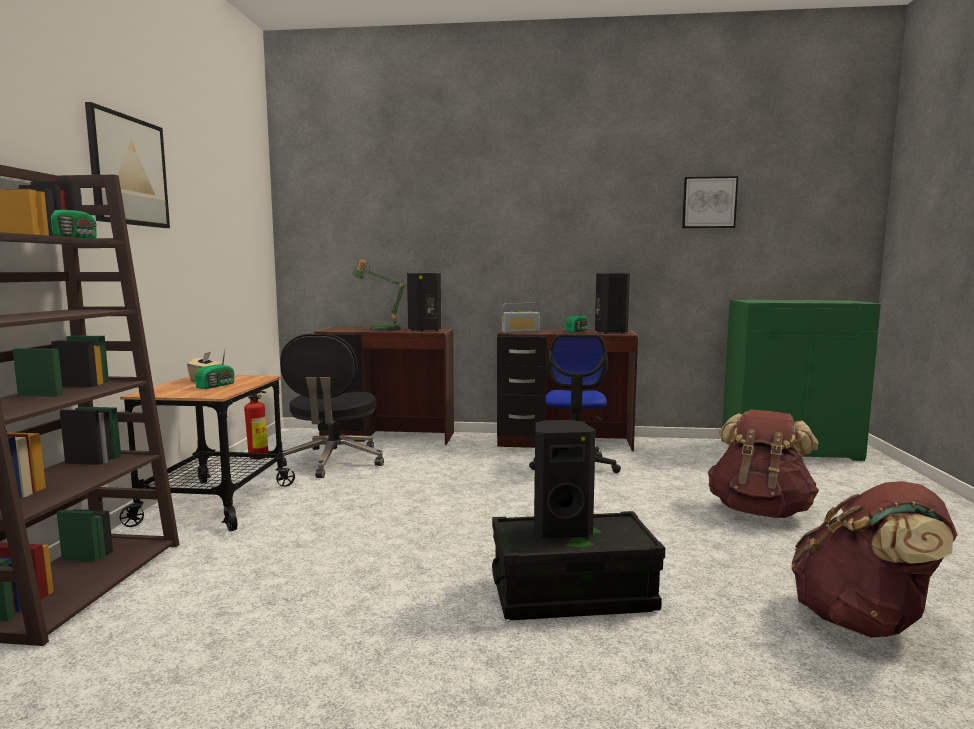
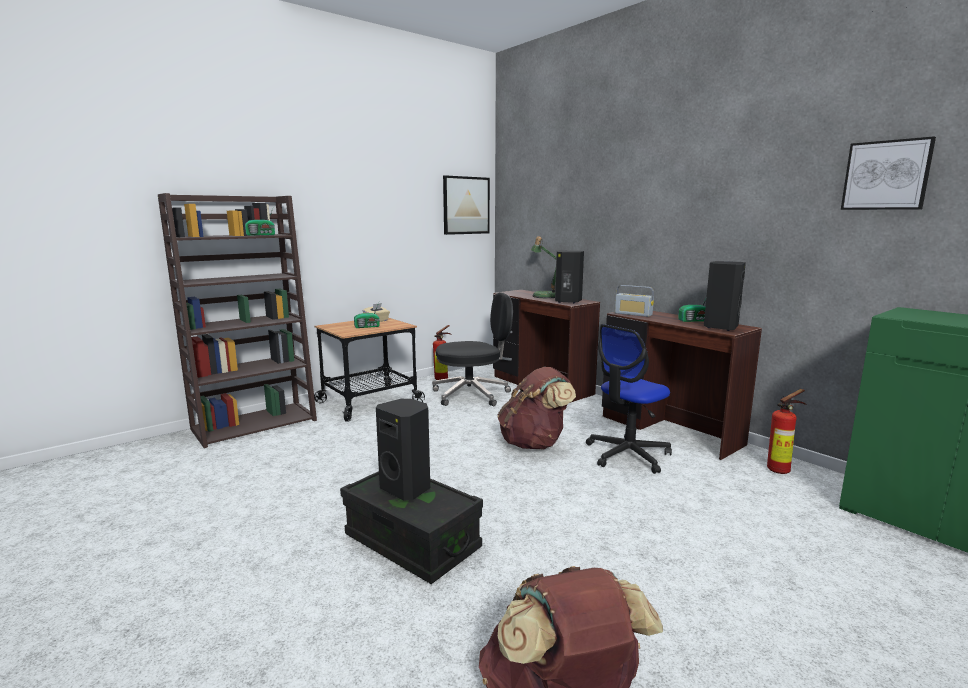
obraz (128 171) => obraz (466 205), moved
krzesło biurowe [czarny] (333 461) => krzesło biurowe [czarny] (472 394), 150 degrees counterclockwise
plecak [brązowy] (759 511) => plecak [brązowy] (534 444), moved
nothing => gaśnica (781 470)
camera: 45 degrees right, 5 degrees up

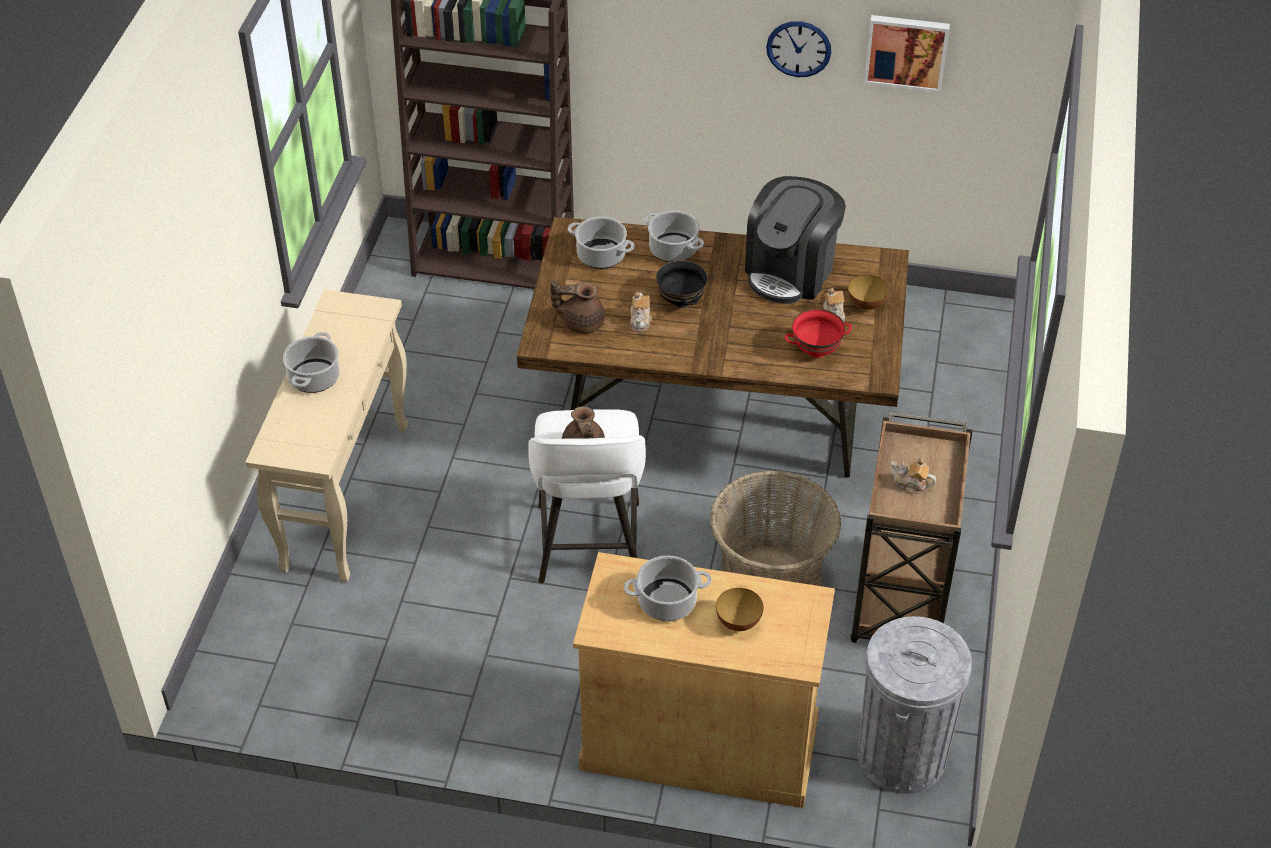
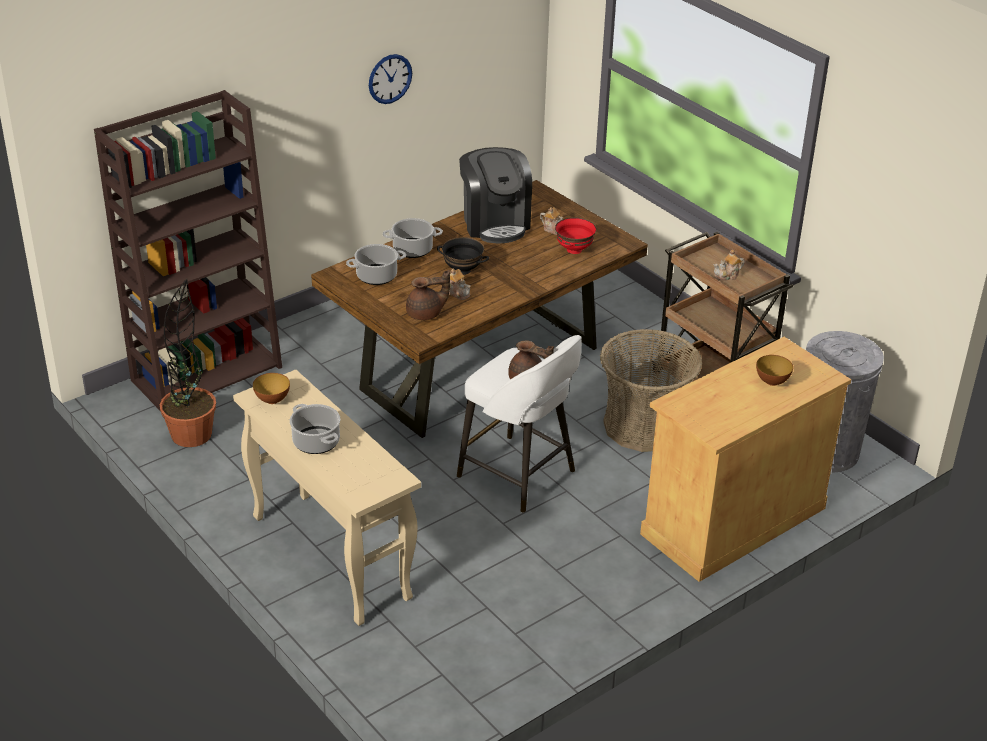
imbryk [brązowy] (581 322) => imbryk [brązowy] (426 314), 150 degrees counterclockwise
garnek (668 601) => nothing
miska (866 304) => miska (272 400), moved
obraz (906 51) => nothing
nothing => roślina doniczkowa (191 435)
camera: 50 degrees left, 10 degrees down

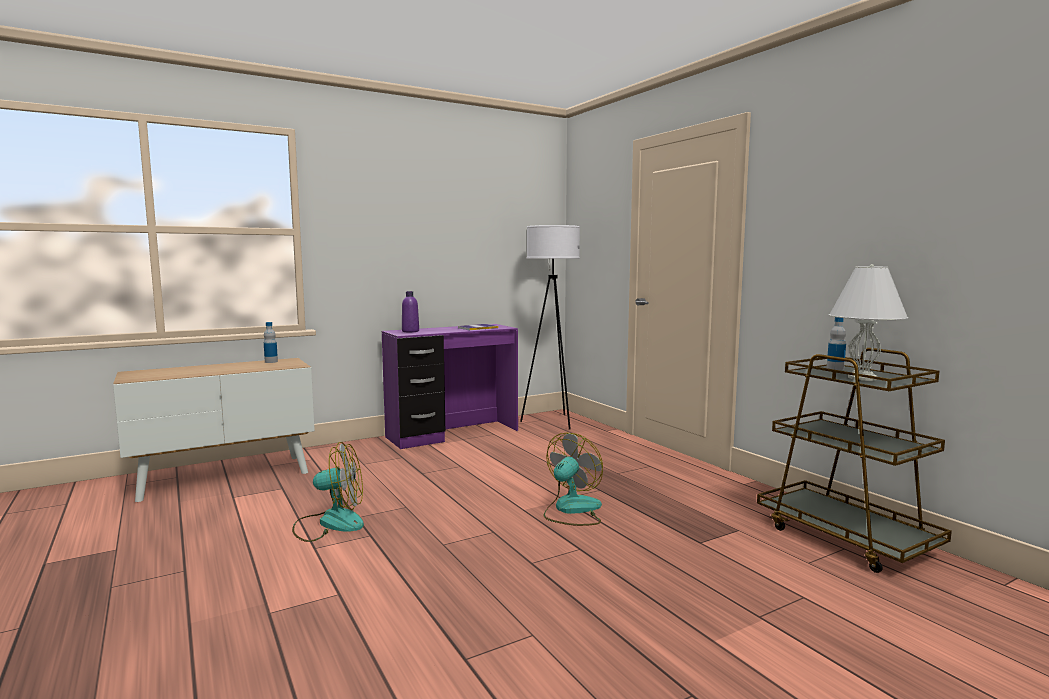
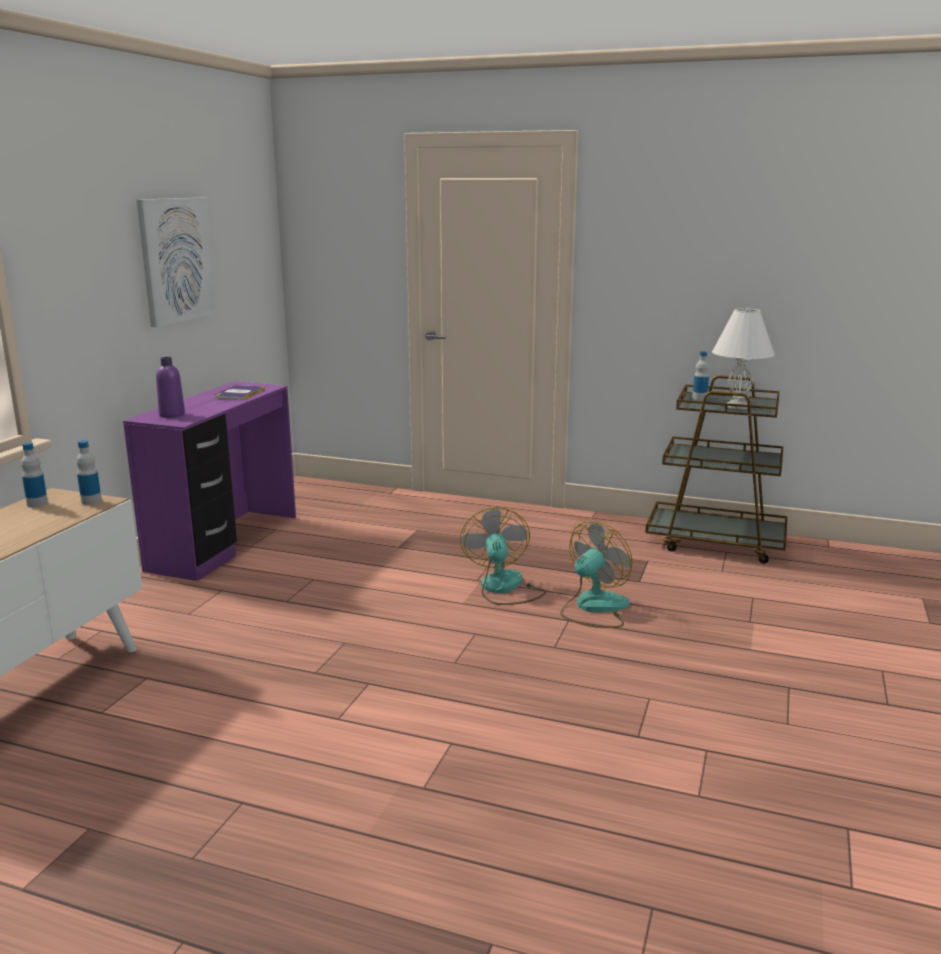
wentylator (330 523) => wentylator (594 608), moved
lampa stojąca [biały] (551 422) => nothing
nothing => butelka (91 501)
nothing => obraz (176 260)
camera: 40 degrees left, 10 degrees up

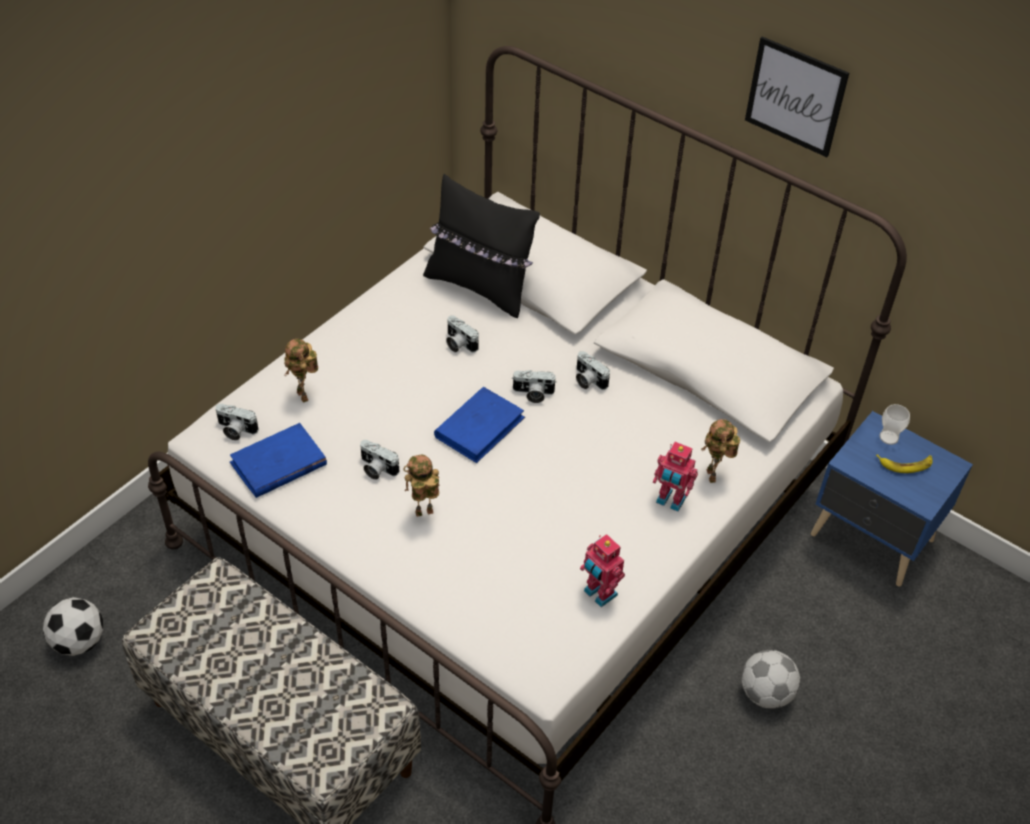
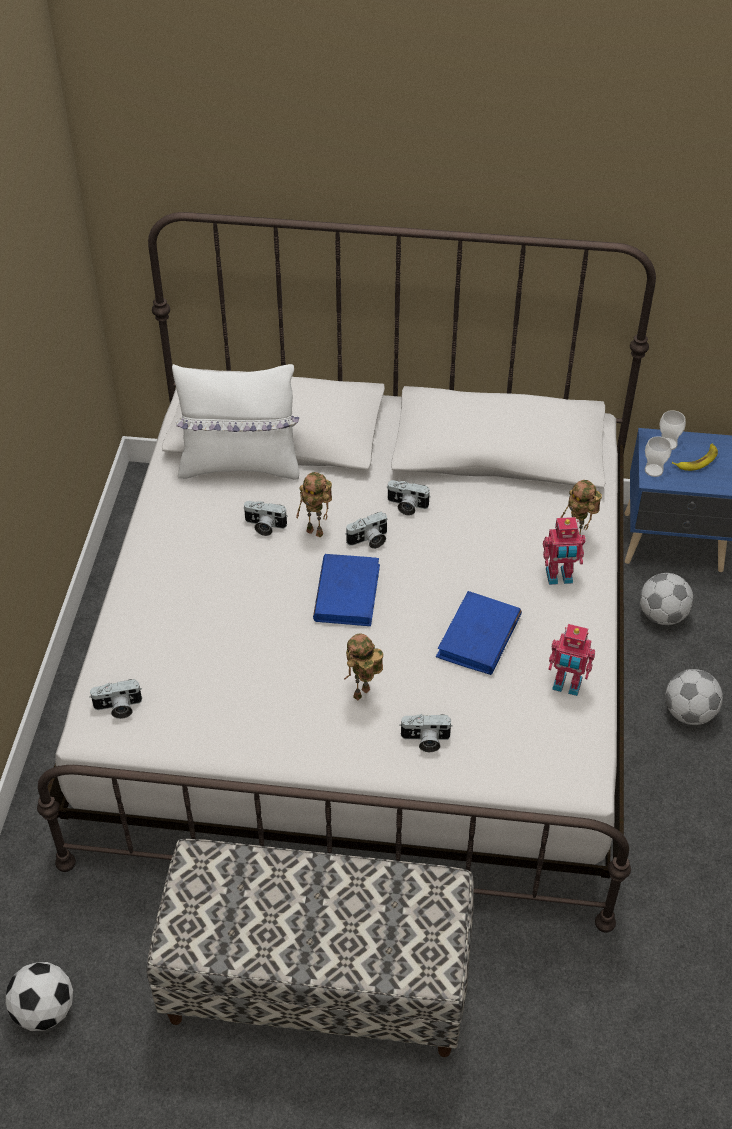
książka [niebieski] (278 464) => książka [niebieski] (478 637), moved
robot zabawkowy (305 396) => robot zabawkowy (317 532), moved
aparat fotograficzny (376 469) => aparat fotograficzny (425 740), moved
poduszka [czarny] (480 287) => poduszka [biały] (240 465)
obraz (795 96) => nothing
nothing => piłka futbolowa (662 616)
nothing => filiżanka (653 470)
camera: 30 degrees left, 0 degrees up

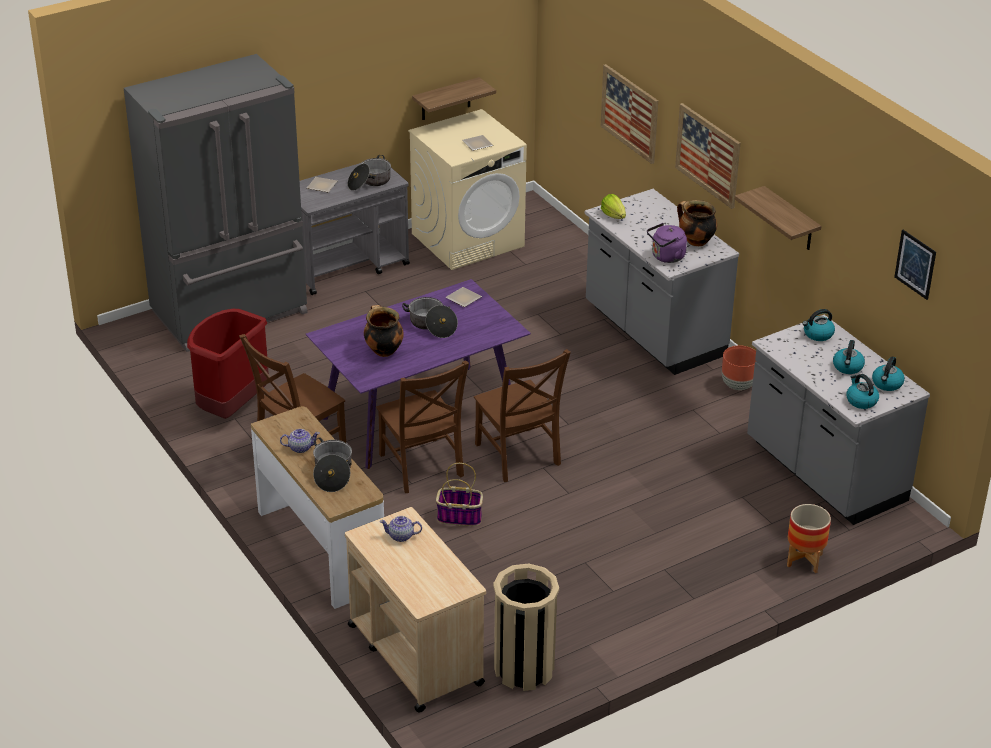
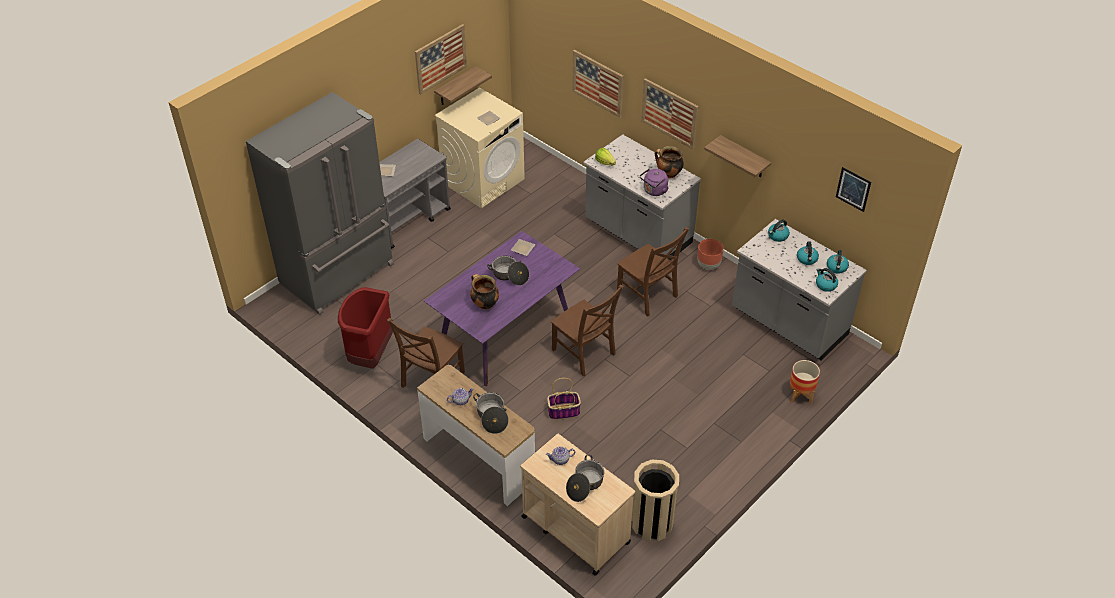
garnek (369 182) => garnek (585 485), moved
krzesło [brązowy] (422 468) => krzesło [brązowy] (648 296), moved
nothing => obraz (440 58)
camera: 15 degrees left, 10 degrees up

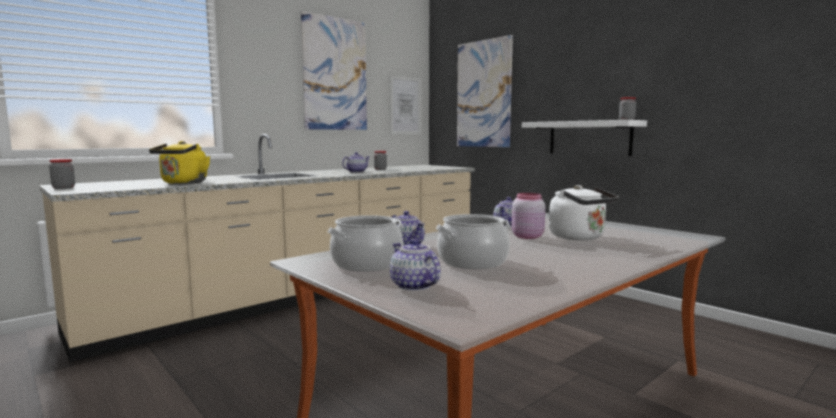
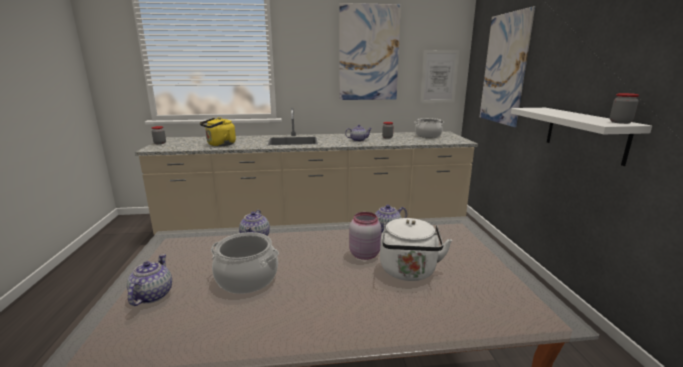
garnek (367 264) => garnek (428 136), moved
camera: 35 degrees right, 10 degrees up

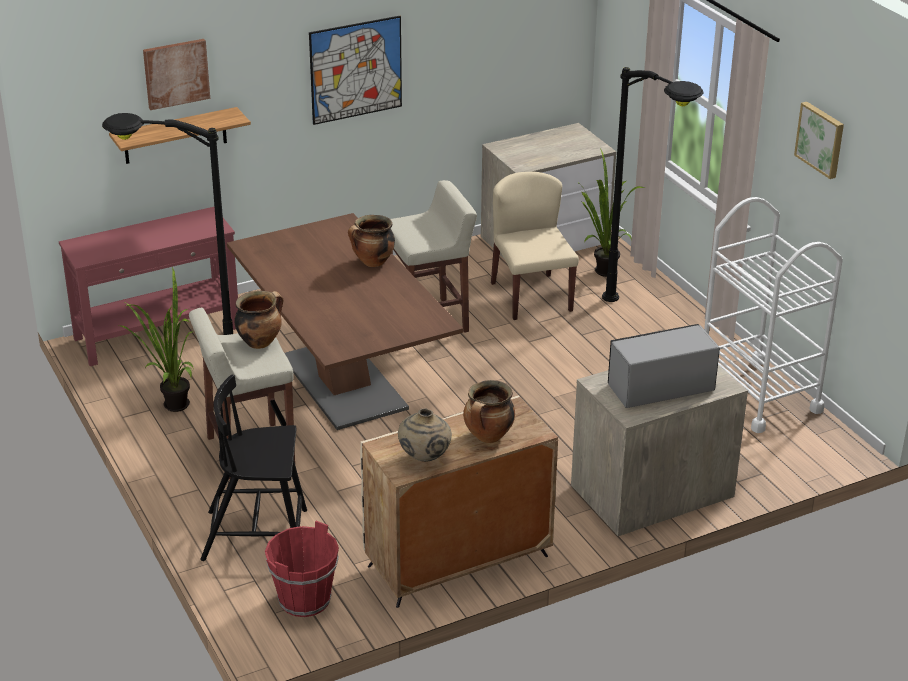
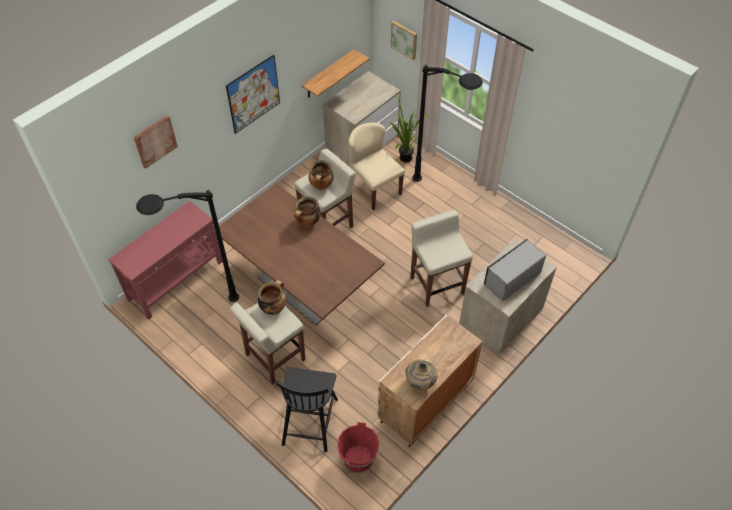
półka (175 136) => półka (328 74), moved
roślina doniczkowa (170 406) => nothing
krzesło [czarny] (257 535) => krzesło [czarny] (310 420), 60 degrees counterclockwise
garnek (488 437) => garnek (321 186), moved
wózek [biały] (758 394) => nothing
obraz (821 139) => obraz (404 39), moved
nothing => stołek [beżowy] (436 284)
camera: 20 degrees left, 20 degrees up

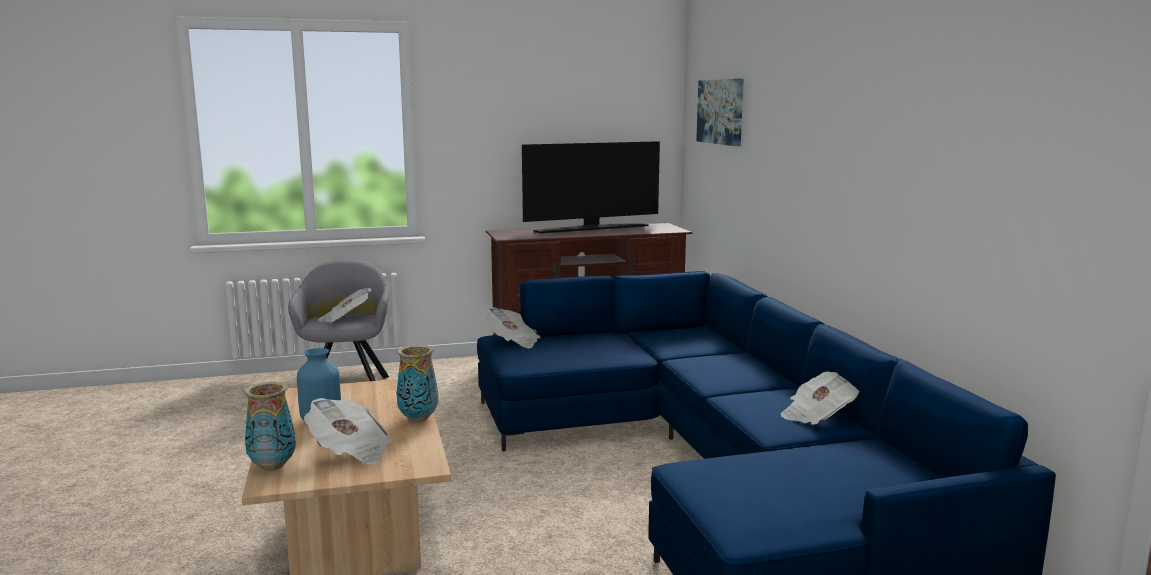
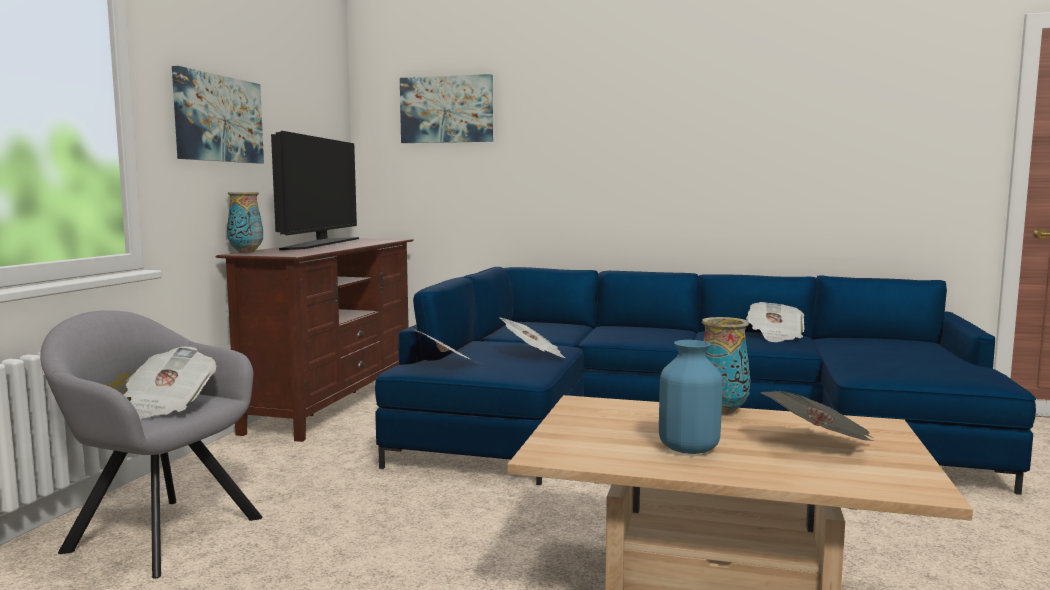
wazon (273 466) => wazon (246 252), moved
nothing => obraz (218 119)
nothing => gazeta (533 355)
camera: 60 degrees left, 5 degrees down

